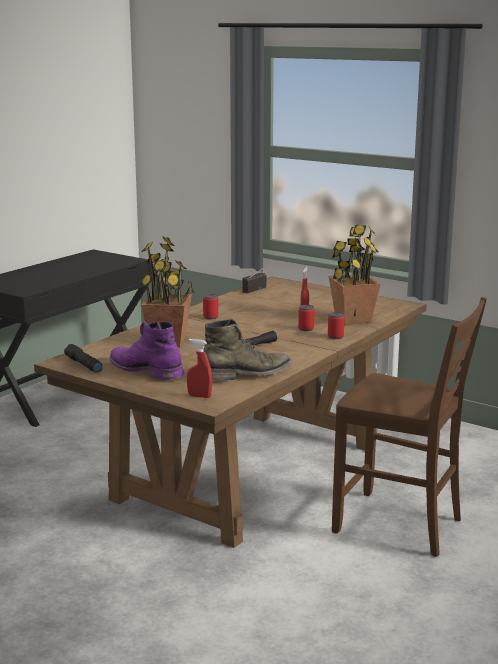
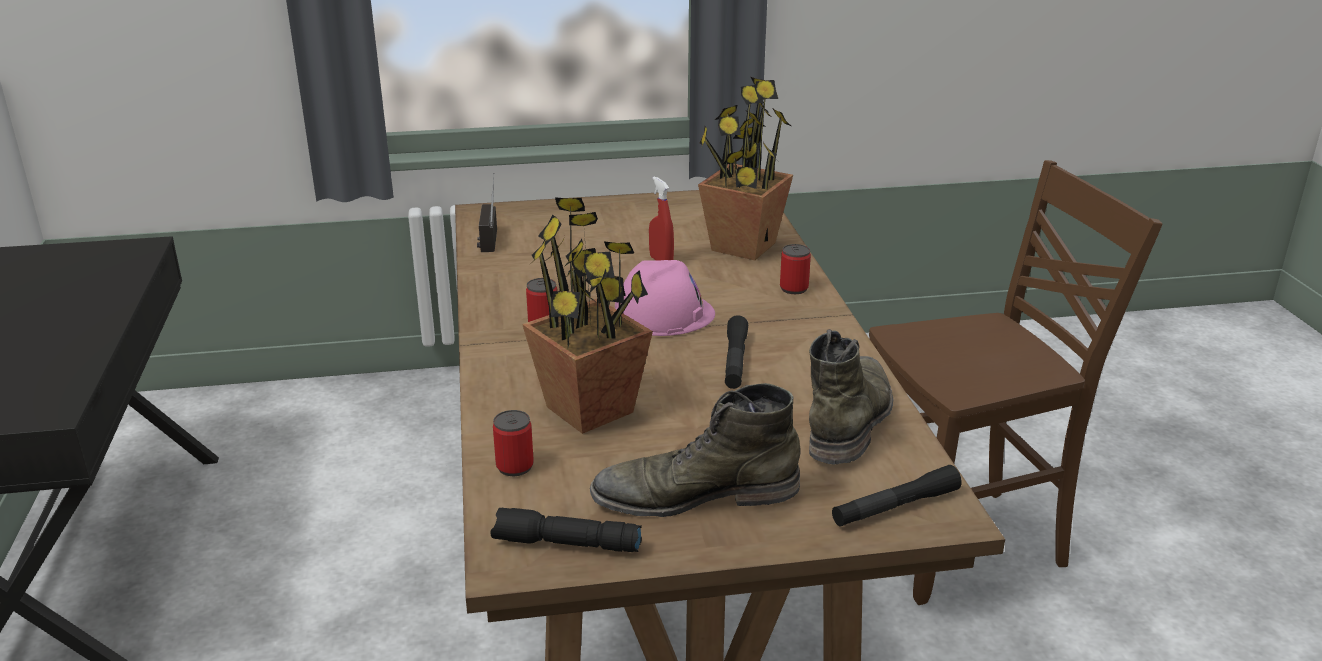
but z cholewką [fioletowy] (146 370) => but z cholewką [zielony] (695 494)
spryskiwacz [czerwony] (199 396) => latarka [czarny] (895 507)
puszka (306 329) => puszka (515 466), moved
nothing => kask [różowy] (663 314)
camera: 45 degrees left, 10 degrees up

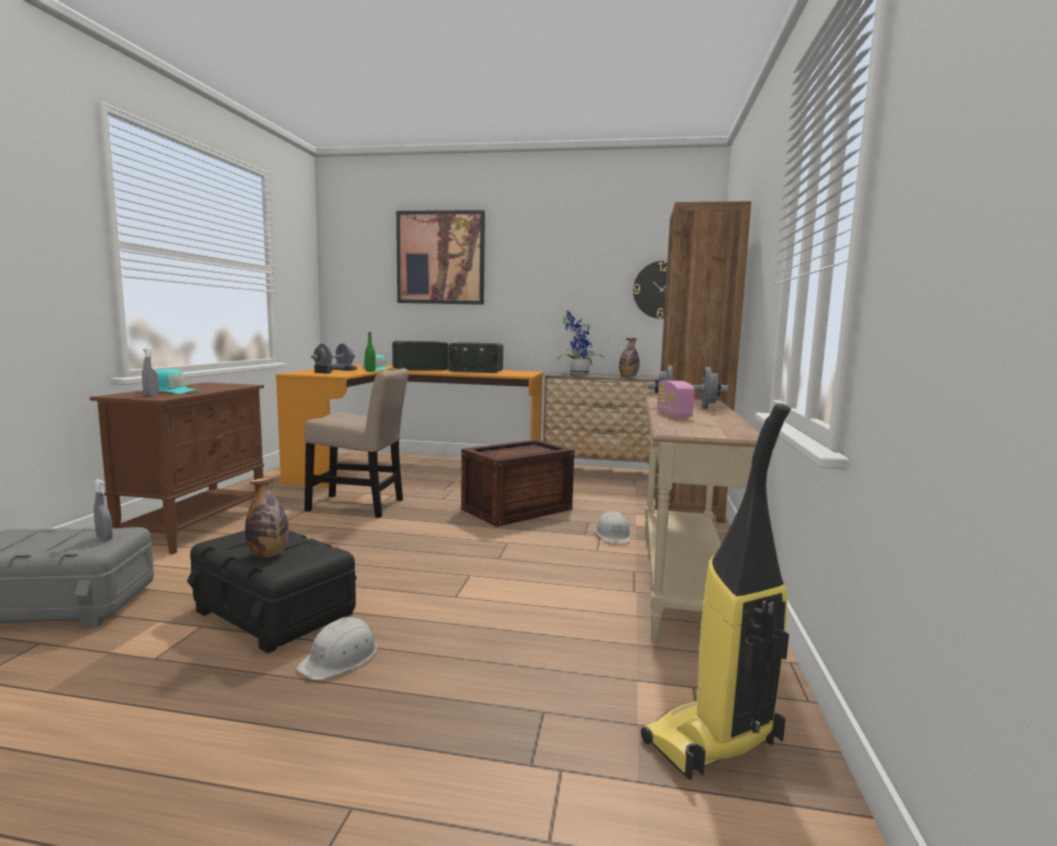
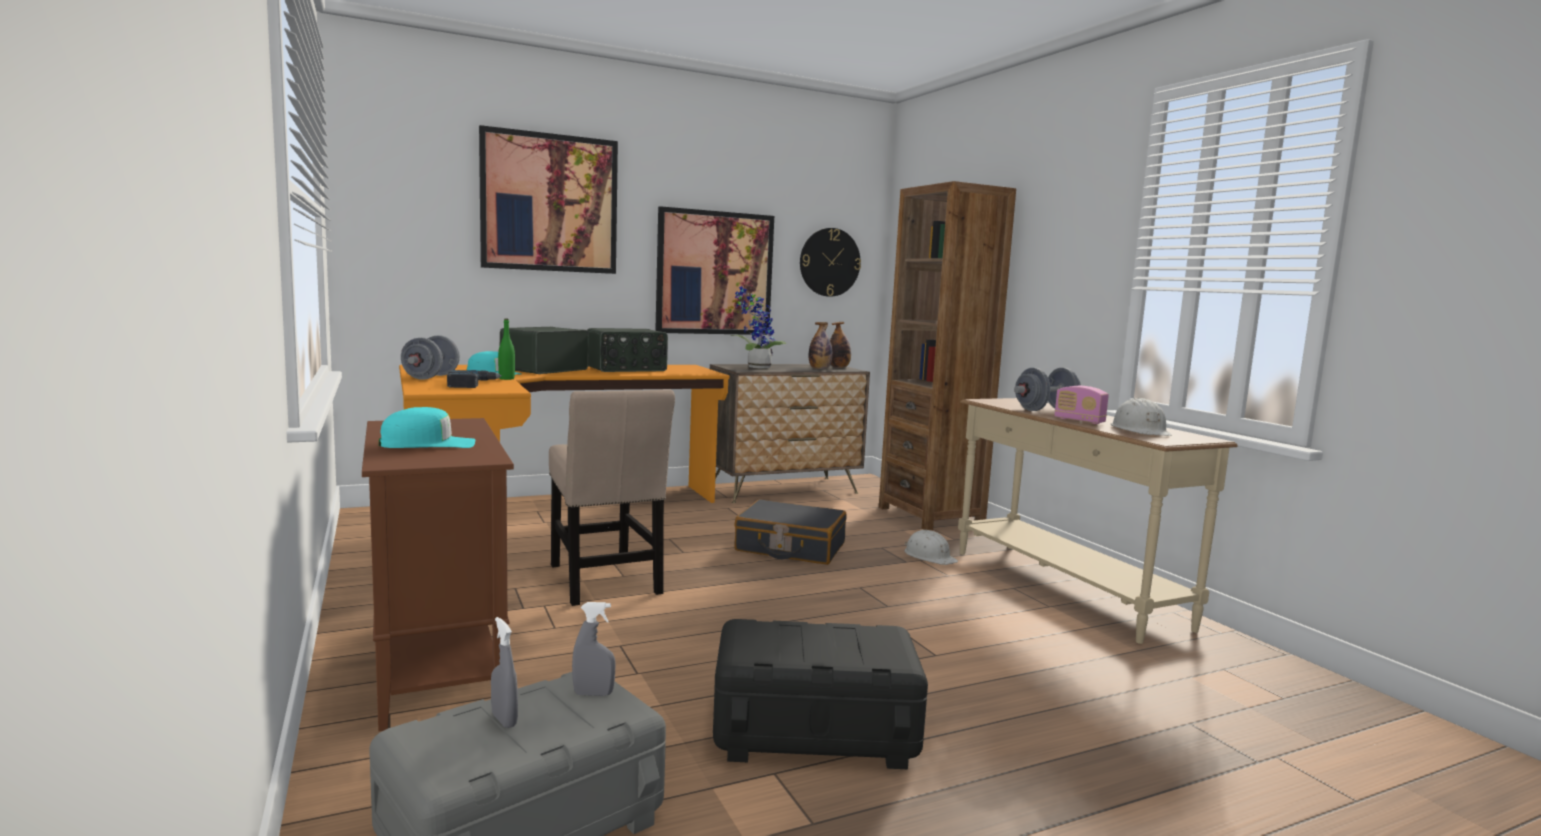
spryskiwacz [szary] (151 395) => spryskiwacz [szary] (504 720), moved
butelka (268 554) => butelka (839 367), moved
kask [biały] (340 658) => kask [biały] (1140 431), moved
krzesło [beżowy] (360 506) => krzesło [beżowy] (605 582), 90 degrees clockwise
skrzynka (518 509) => walizka [czarny] (790 547)
odkurzacz (713 743) => nothing
nothing => obraz (714 273)
camera: 35 degrees left, 0 degrees up

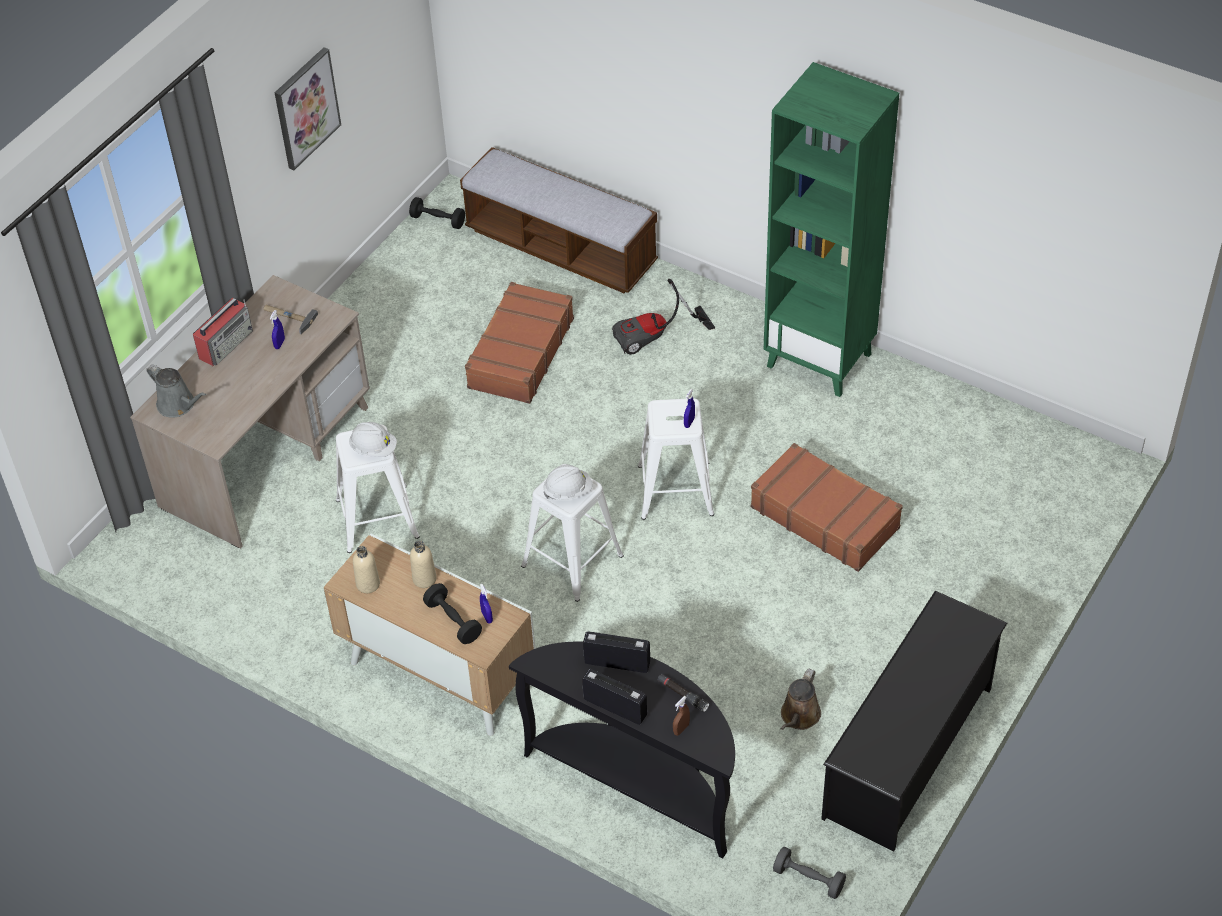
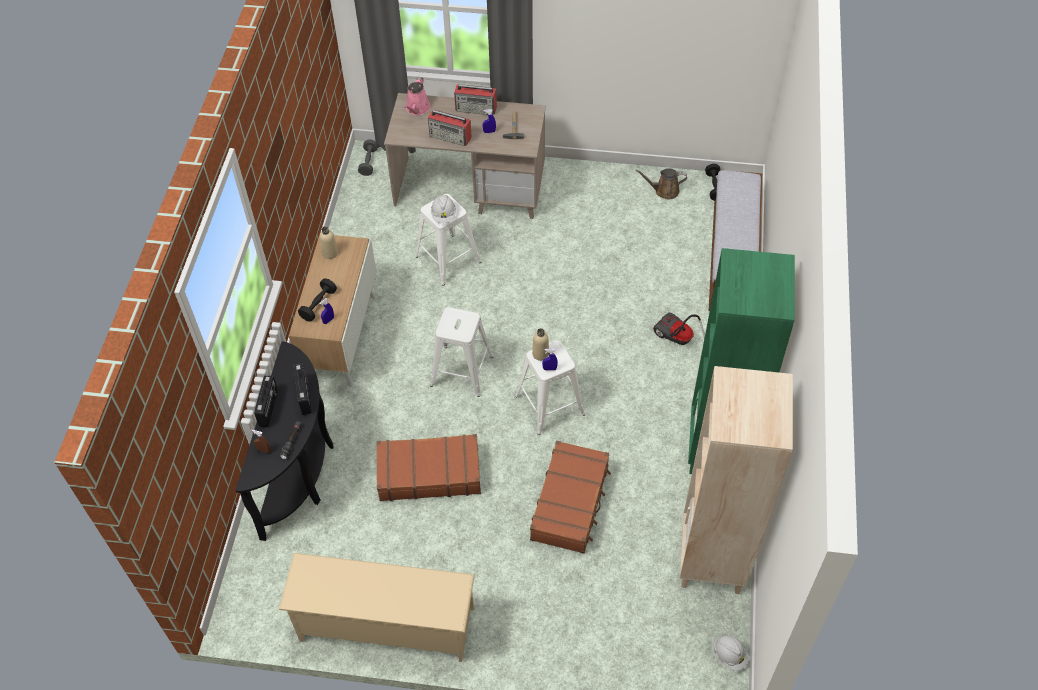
konewka [szary] (178 405) => konewka [różowy] (417 109)
obraz (306 108) => nothing
butelka [beżowy] (424 579) => butelka [beżowy] (540 354), moved
walizka [brązowy] (520 353) => walizka [brązowy] (429 473), moved
kask [biały] (568 491) => kask [biały] (729 655), moved
hantel [szary] (808 879) => hantel [szary] (368 162), moved
konewka [brązowy] (799 717) => konewka [brązowy] (664 191), moved
regał na buty [czarny] (909 752) => regał na buty [beżowy] (385 624)
nothing => radio (450 136)
nothing => regał [beżowy] (712 559)
camera: 65 degrees right, 5 degrees up

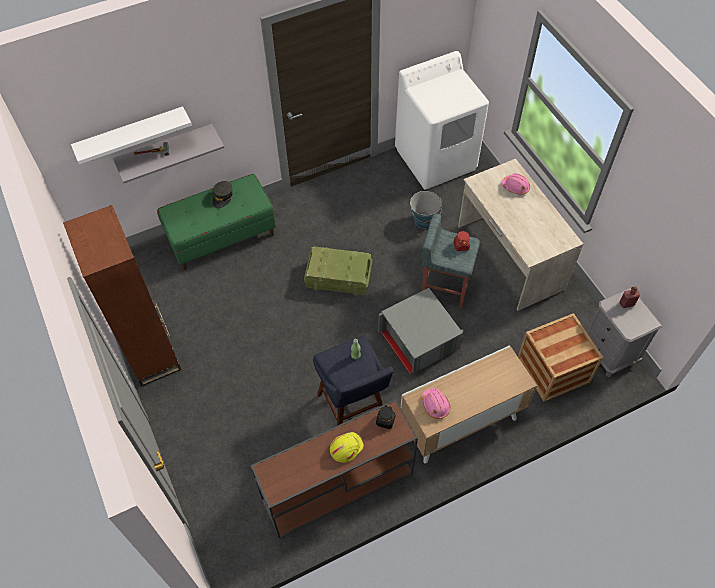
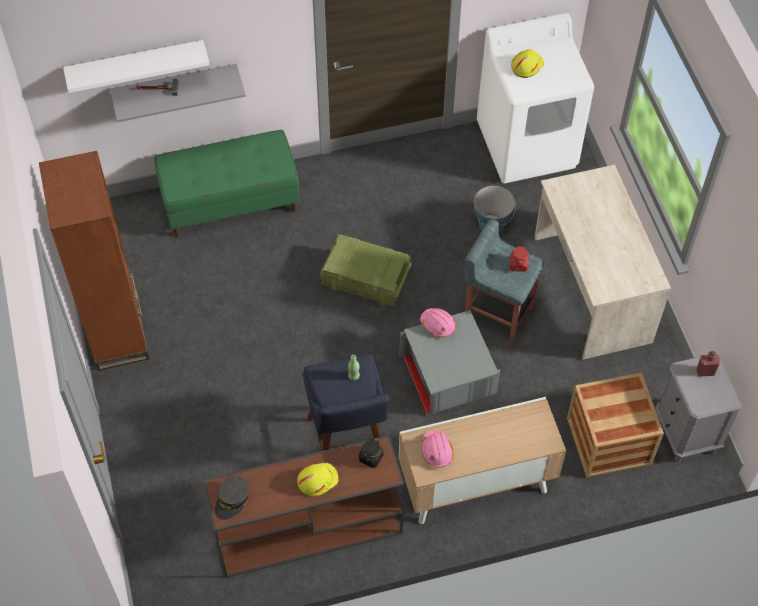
czapka z daszkiem [szary] (222 197) => czapka z daszkiem [szary] (232 500), moved
kask [różowy] (515 187) => kask [różowy] (438 325), moved
nothing => kask [żółty] (526 65)
camera: 10 degrees right, 0 degrees up

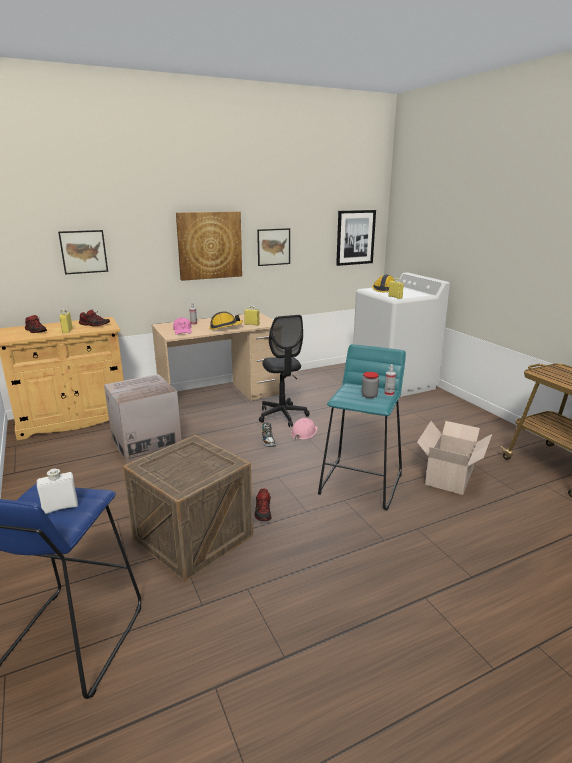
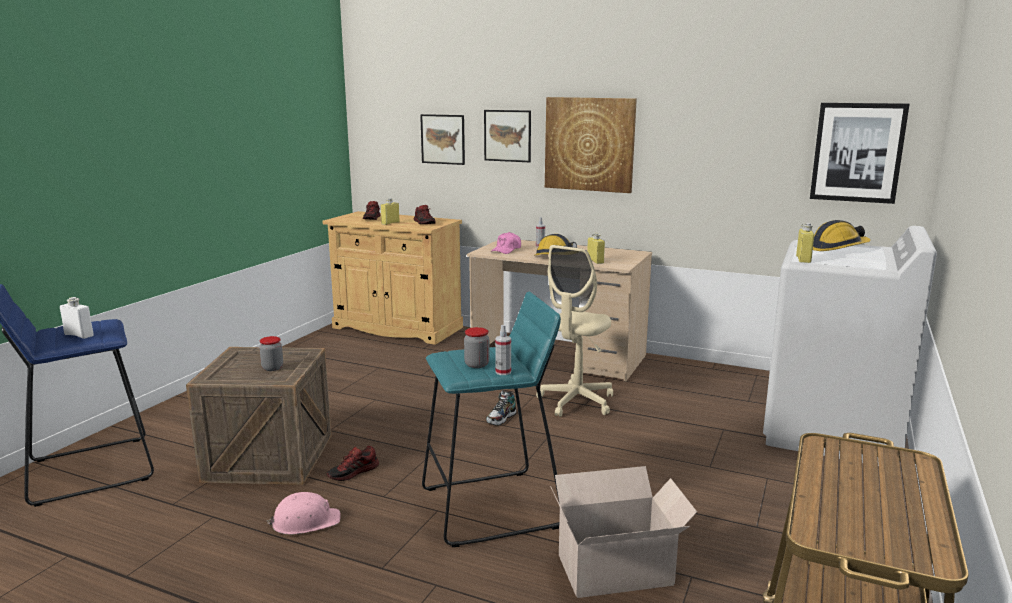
karton (146 443) => nothing
obraz (273 247) => obraz (507 135), moved
krzesło biurowe [czarny] (282 416) => krzesło biurowe [beżowy] (576 402)
kask [różowy] (304 432) => kask [różowy] (305 521), moved
nothing => słoik (272 368)
camera: 50 degrees right, 5 degrees down

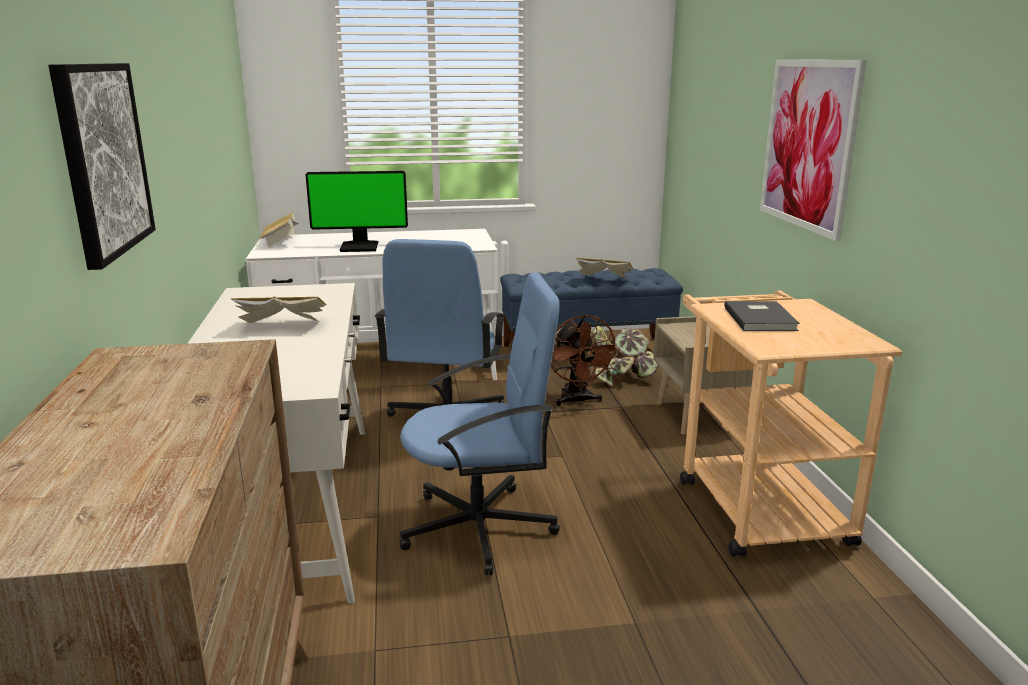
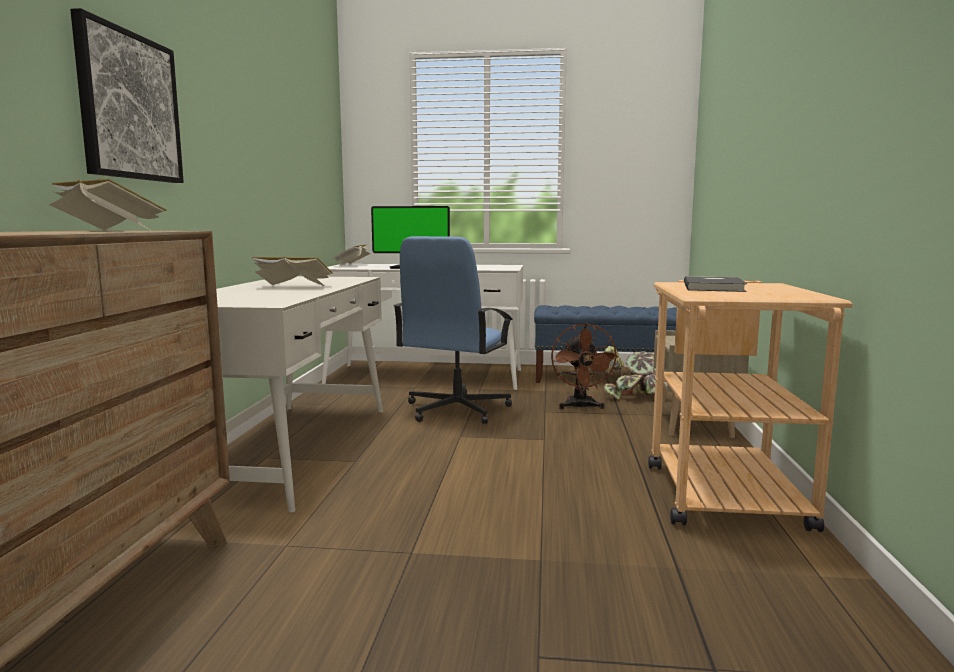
krzesło biurowe [niebieski] (481 527) => nothing
książka (603 279) => książka (108 230), moved
obraz (808 144) => nothing
camera: 15 degrees right, 10 degrees down

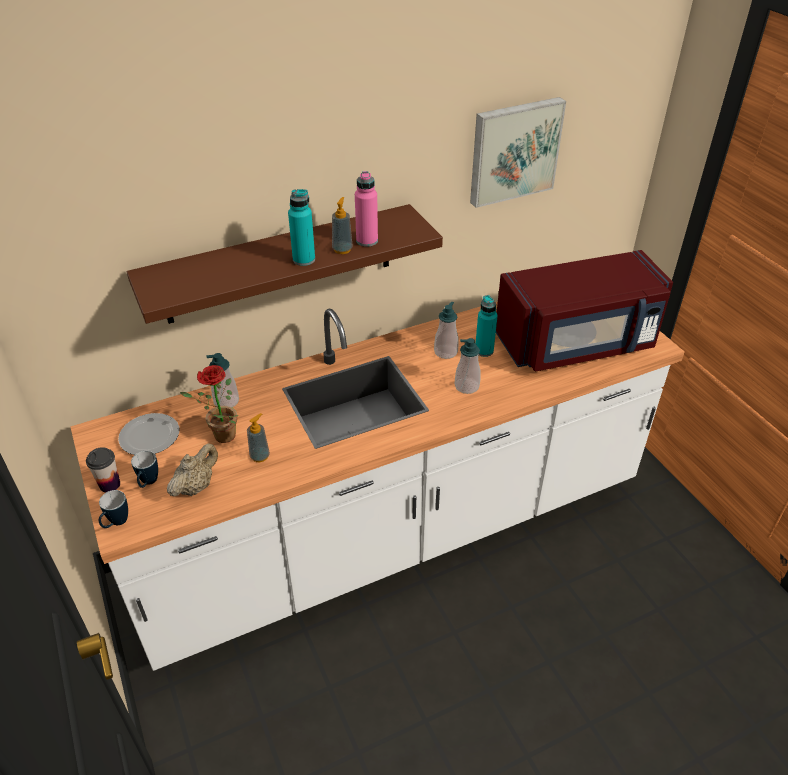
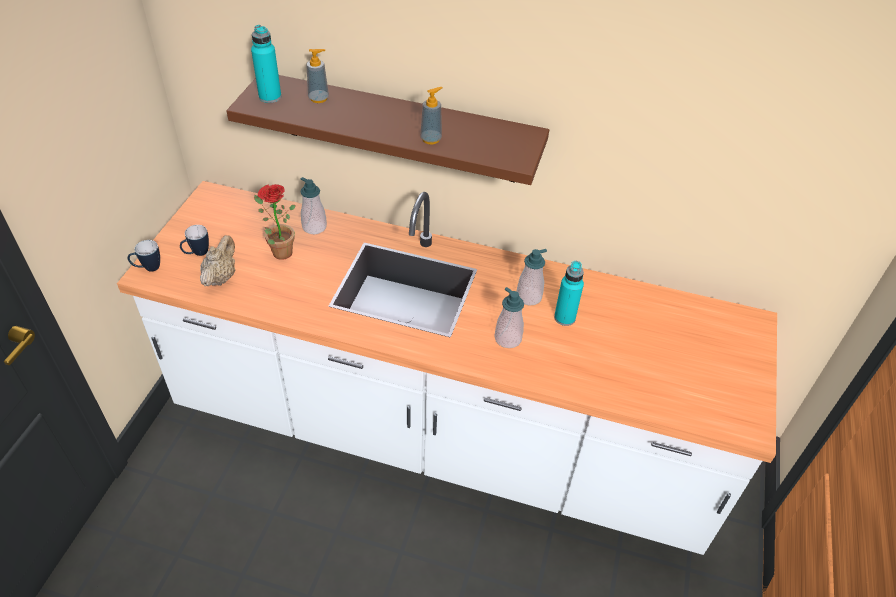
filiżanka (110 485) => nothing
talerz (149 437) => nothing
imbryk [beżowy] (196 486) => imbryk [beżowy] (221 277), 60 degrees counterclockwise
dozownik mydła (260 456) => dozownik mydła (318 98), moved
butelka [turkusowy] (304 259) => butelka [turkusowy] (270 97), moved
butelka [różowy] (367 241) => nothing
obraz (513 150) => nothing
mikrofalówka [czerwony] (577 344) => nothing
camera: 40 degrees right, 5 degrees up

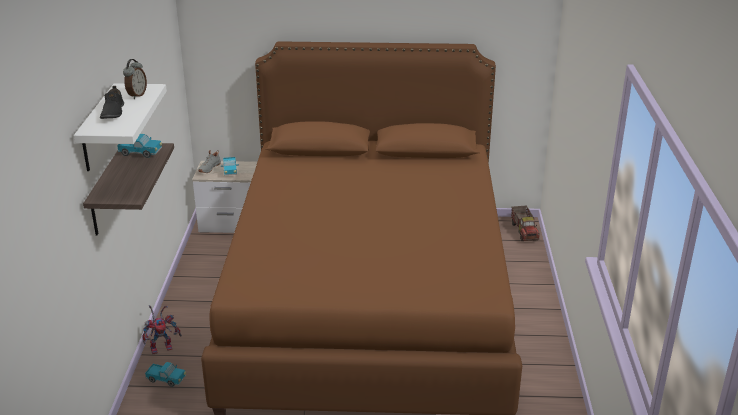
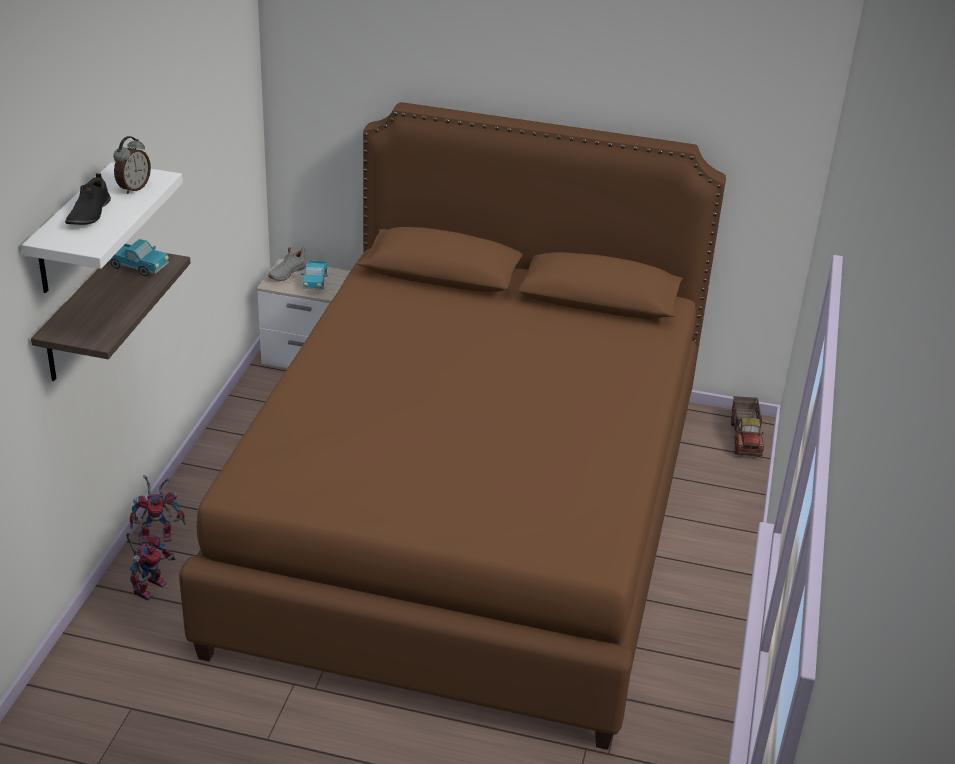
ciężarówka zabawkowa (166 379) => robot zabawkowy (150 585)
camera: 10 degrees right, 5 degrees up

